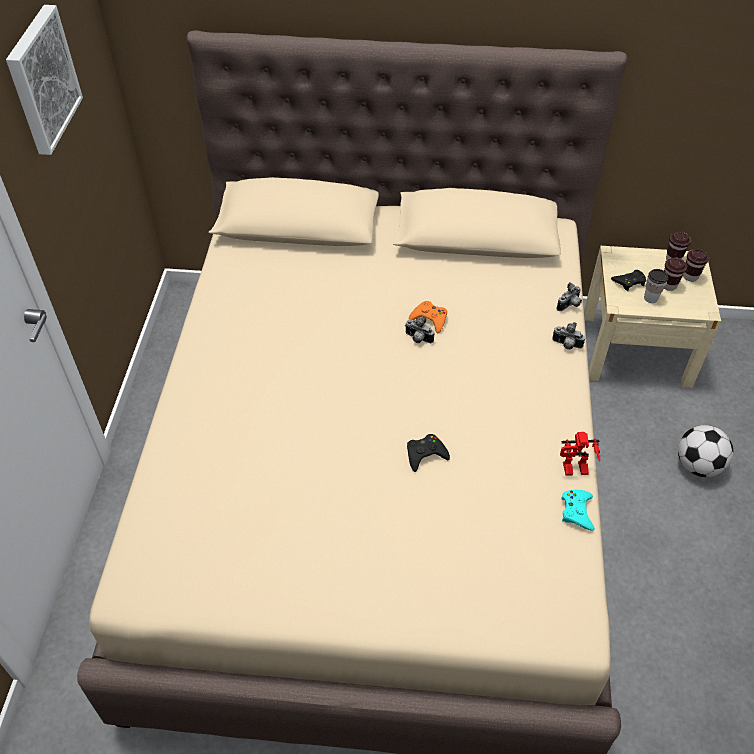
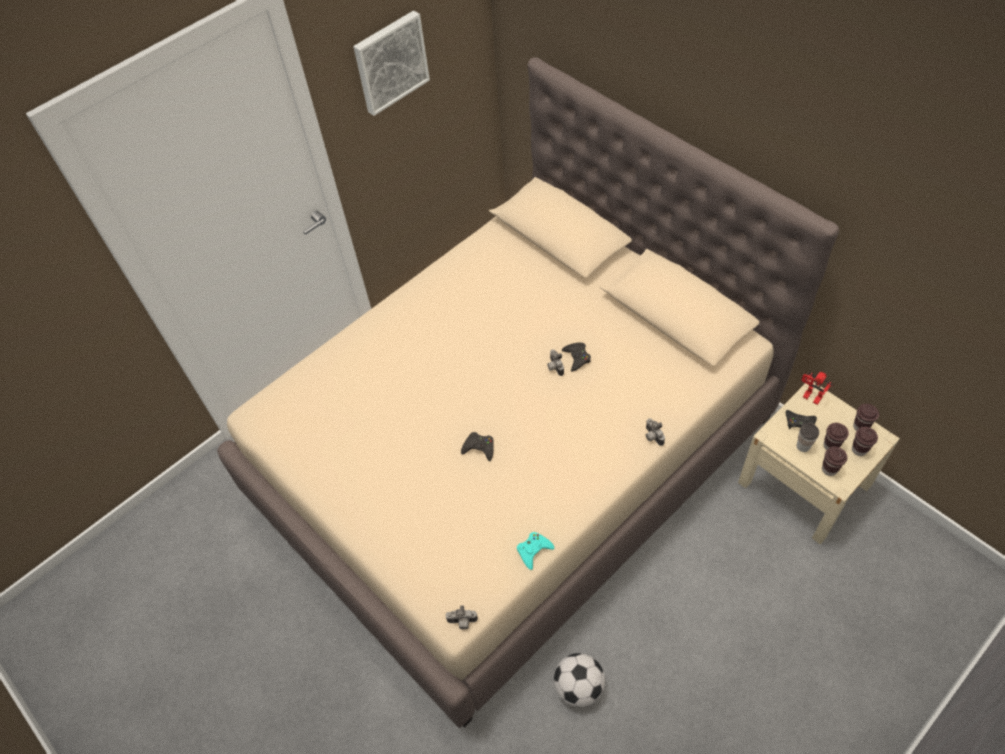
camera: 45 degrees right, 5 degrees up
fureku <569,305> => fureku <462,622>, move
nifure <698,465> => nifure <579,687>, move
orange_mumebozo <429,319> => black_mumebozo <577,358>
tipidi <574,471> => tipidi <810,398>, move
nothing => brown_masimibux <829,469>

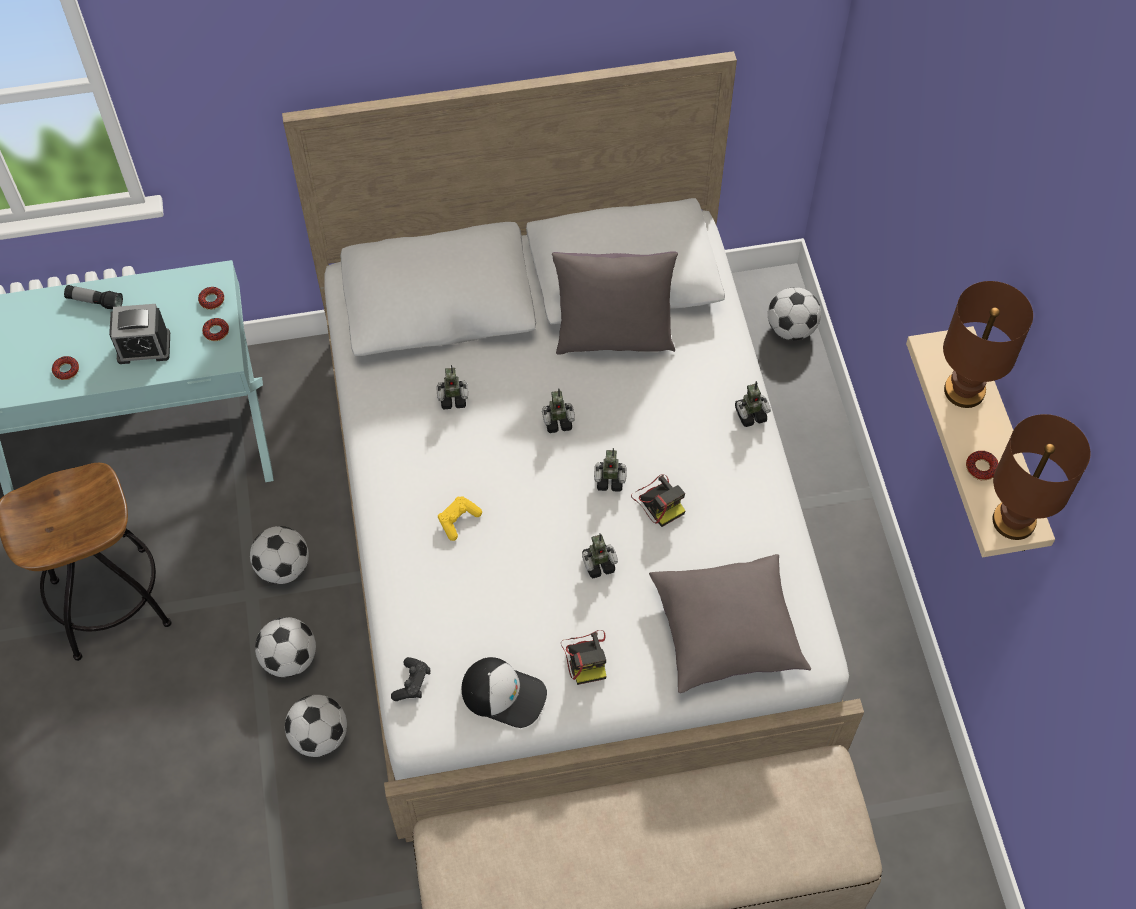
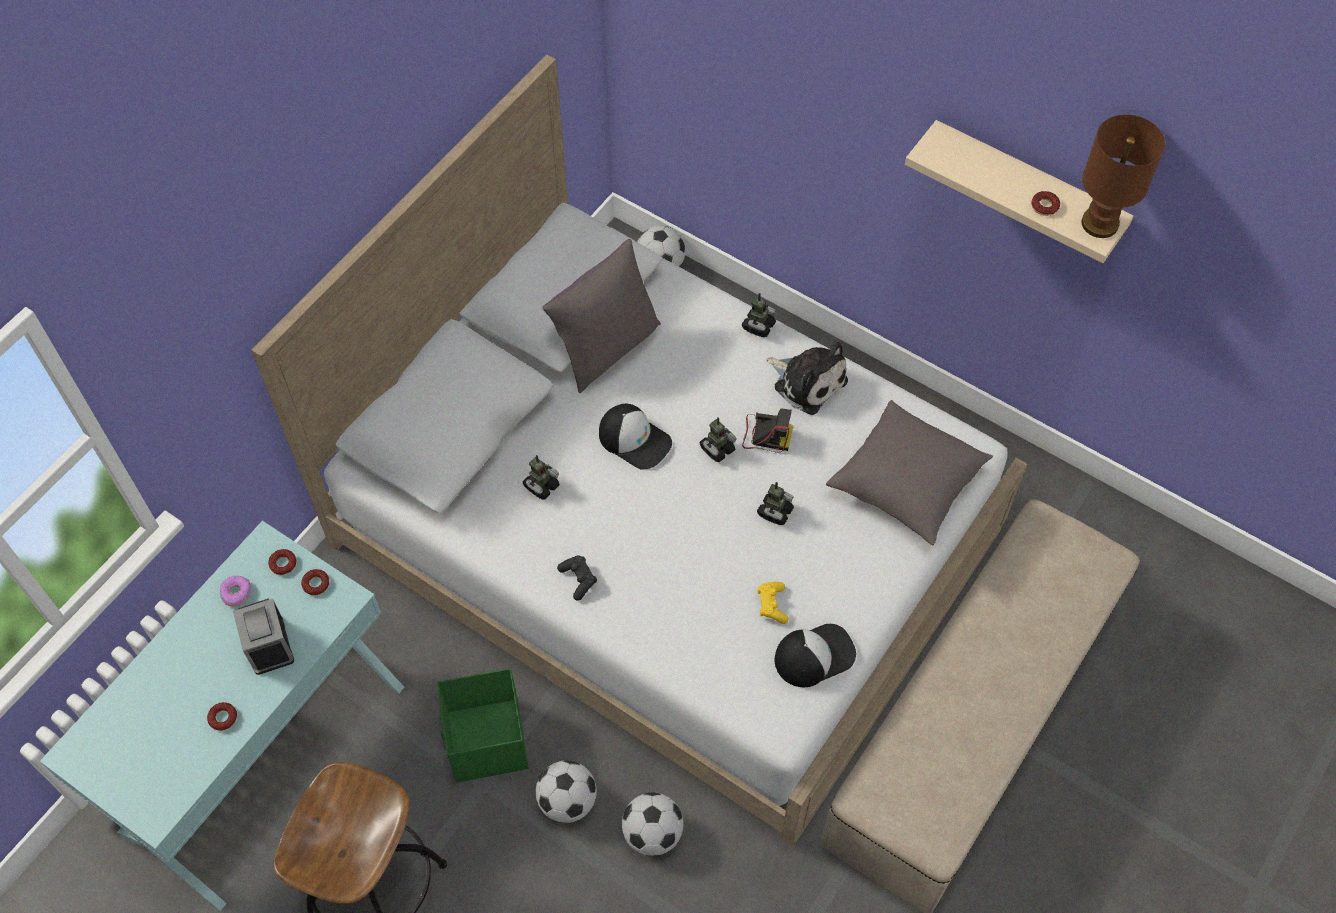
camera: 45 degrees left, 0 degrees up
nothing => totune <236,593>
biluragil <144,347> => biluragil <269,645>, 120 degrees clockwise
nifure <283,568> => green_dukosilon <487,742>
black_mumebozo <412,683> => black_mumebozo <578,579>, move
tipidi <557,421> => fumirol <635,439>
yellow_mumebozo <458,520> => yellow_mumebozo <772,605>, move
nothing => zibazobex <807,381>
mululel <95,302> => nothing
fureku <586,657> => nothing
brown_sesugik <963,391> => nothing

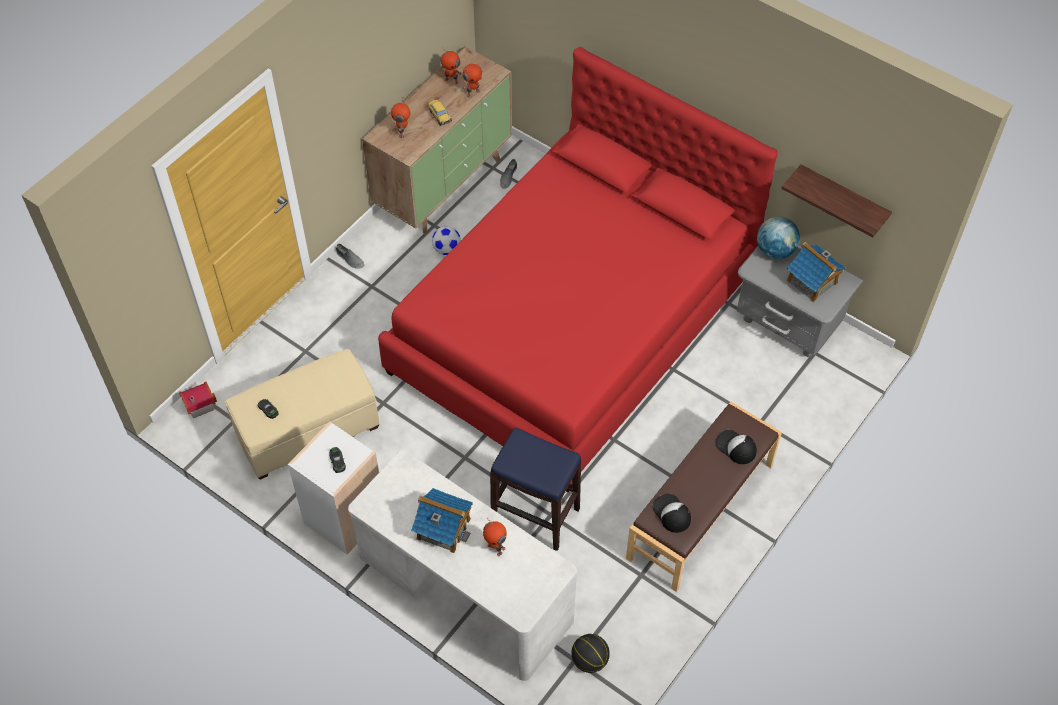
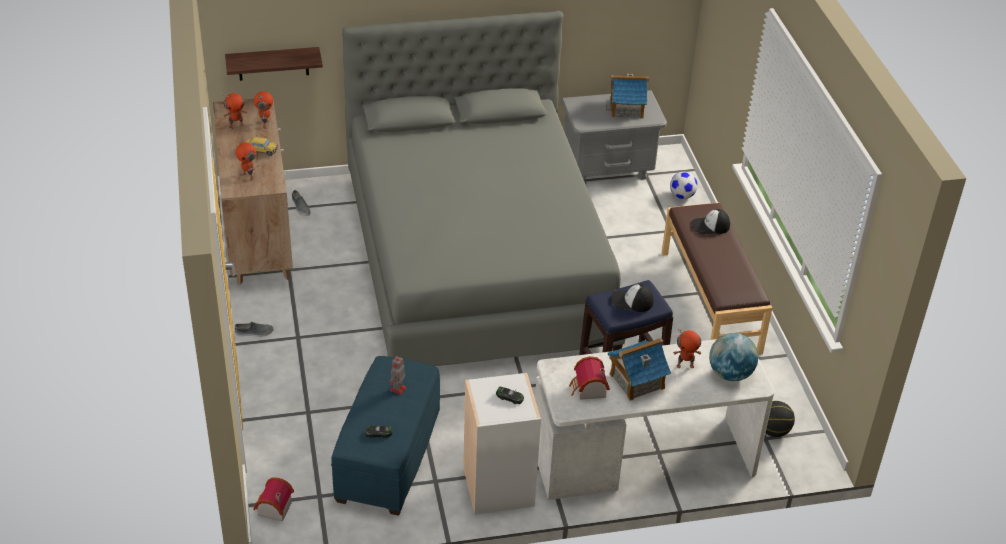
camera: 50 degrees left, 15 degrees down
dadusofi <842,199> => dadusofi <273,63>, move
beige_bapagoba <307,432> => blue_bapagoba <389,458>
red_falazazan <573,323> => grey_falazazan <477,259>
nothing => tipidi <397,389>
nothing => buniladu <588,390>
fumirol <671,513> => fumirol <631,301>, move
nifure <447,249> => nifure <682,196>, move
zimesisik <775,250> => zimesisik <730,374>, move

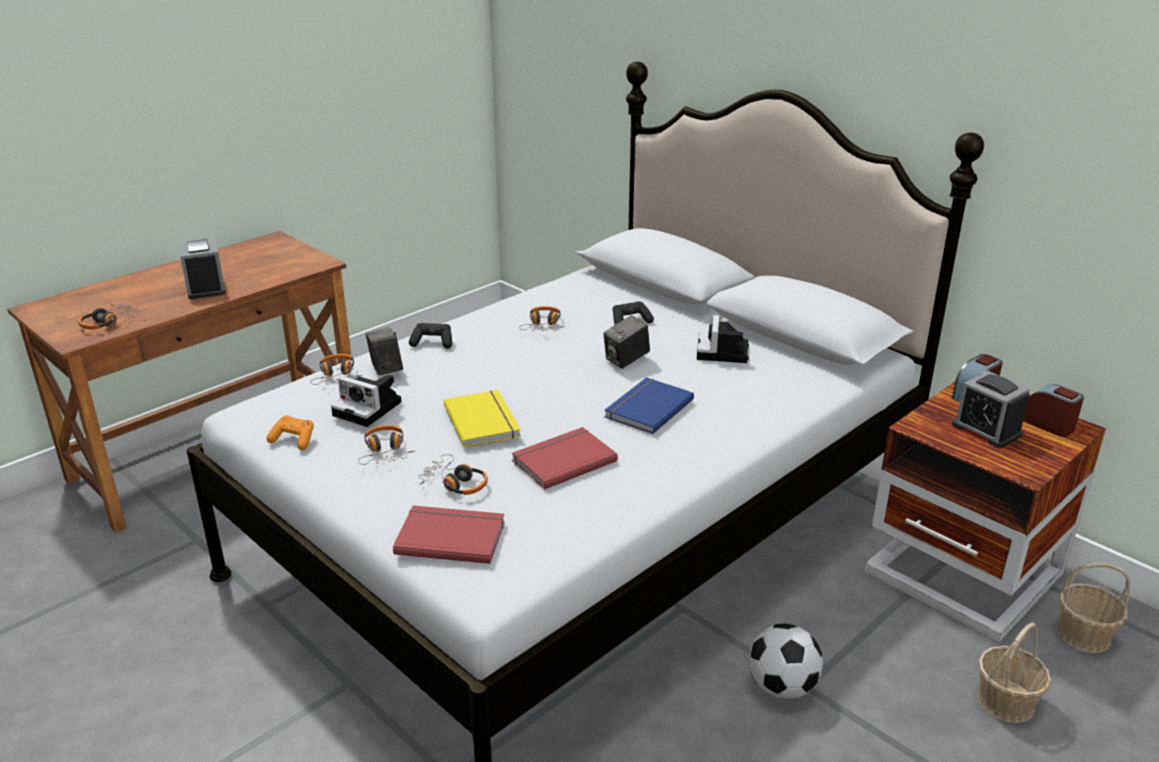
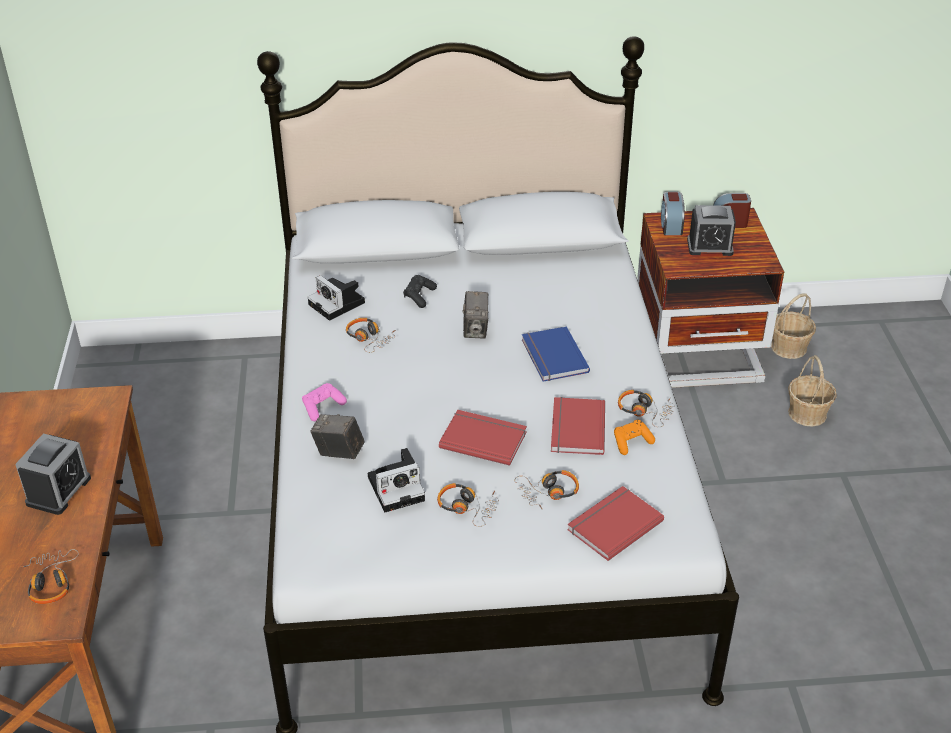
camera: 50 degrees left, 10 degrees up
biluragil <206,287> => biluragil <58,491>, 90 degrees counterclockwise
black_mumebozo <432,343> => pink_mumebozo <322,407>
fureku <723,353> => fureku <338,304>, move
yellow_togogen <484,420> => red_togogen <483,438>
orange_mumebozo <294,440> => orange_mumebozo <631,442>, move
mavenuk <337,376> => mavenuk <645,411>, move
nifure <782,687> => nothing

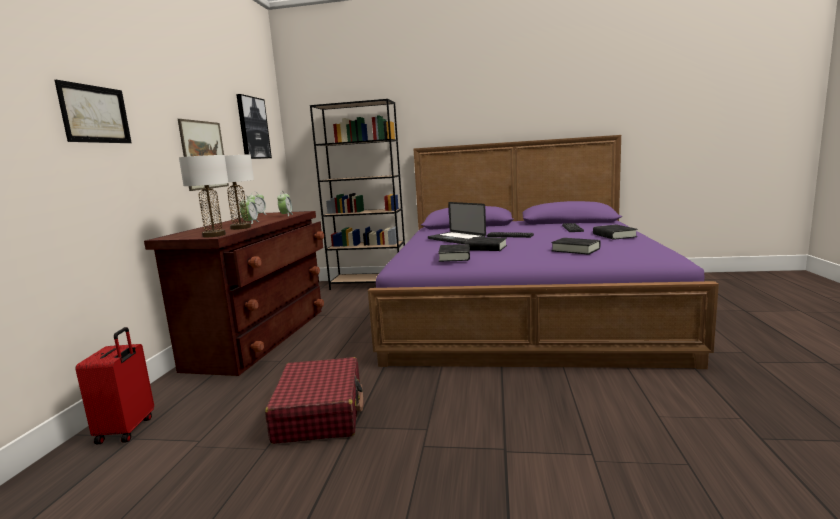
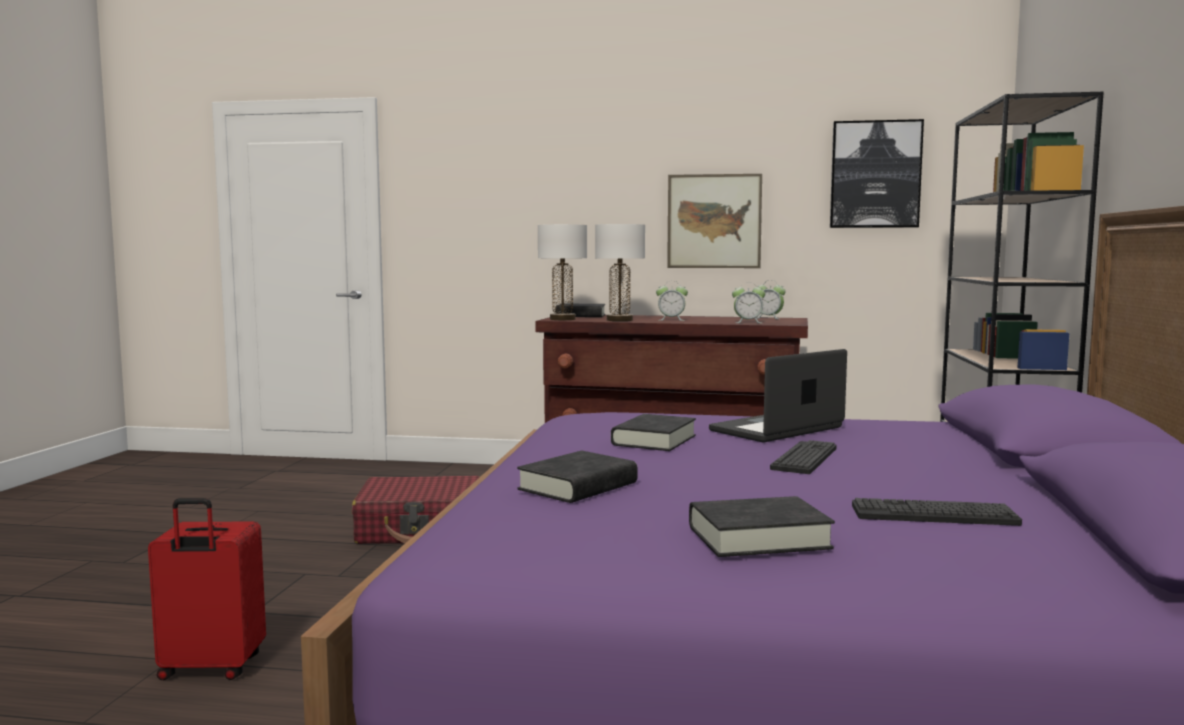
camera: 90 degrees right, 5 degrees down
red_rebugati <127,430> => red_rebugati <211,668>, move
black_togogen <454,257> => black_togogen <580,315>, move
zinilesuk <95,114> => nothing

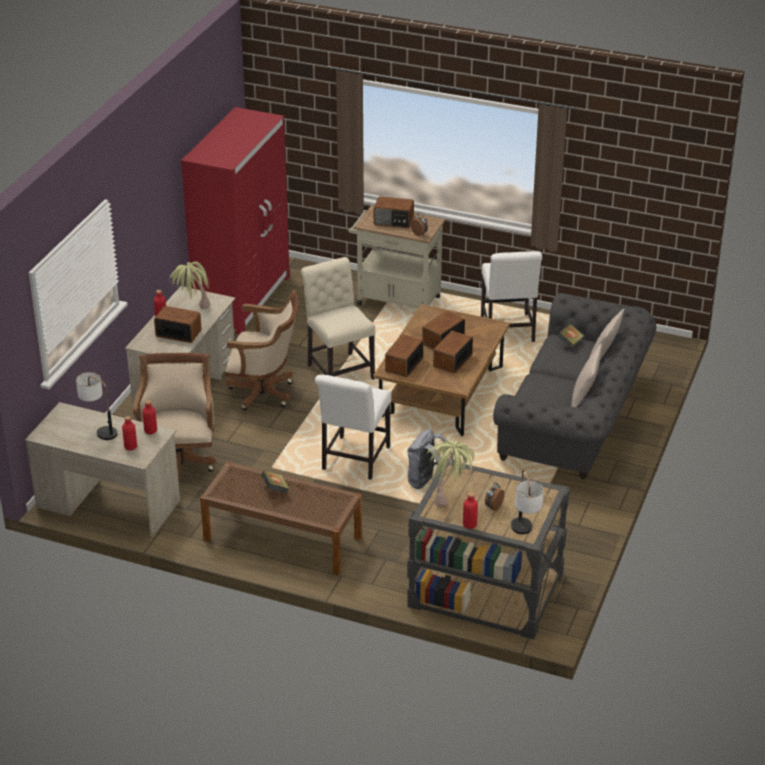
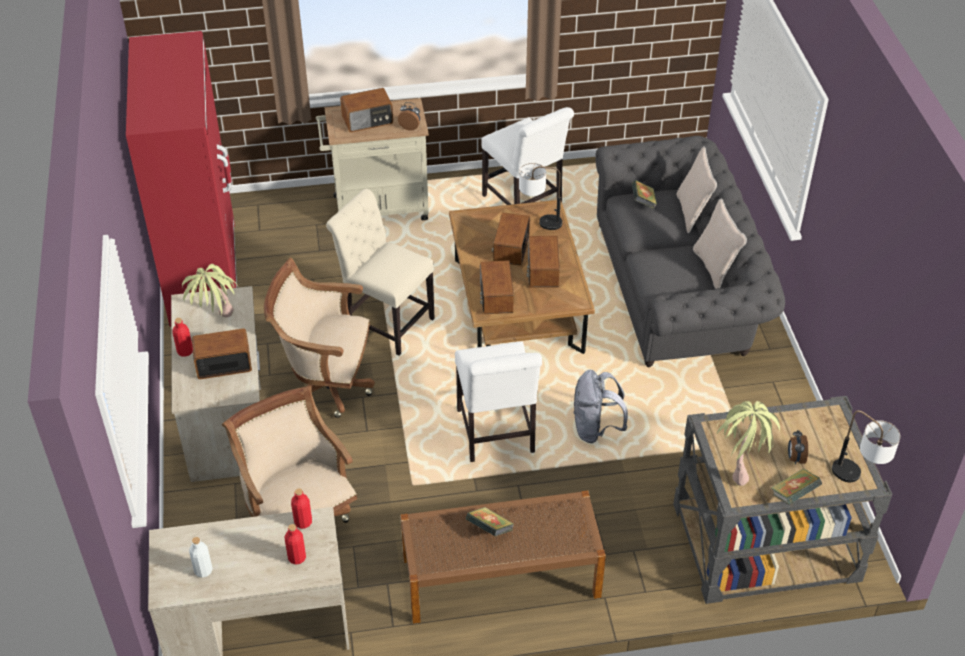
camera: 30 degrees left, 10 degrees up
nothing => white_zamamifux <203,570>
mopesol <264,393> => mopesol <326,387>, 150 degrees counterclockwise
sesugik <99,430> => sesugik <539,222>, move
red_zamamifux <469,525> => togogen <794,495>

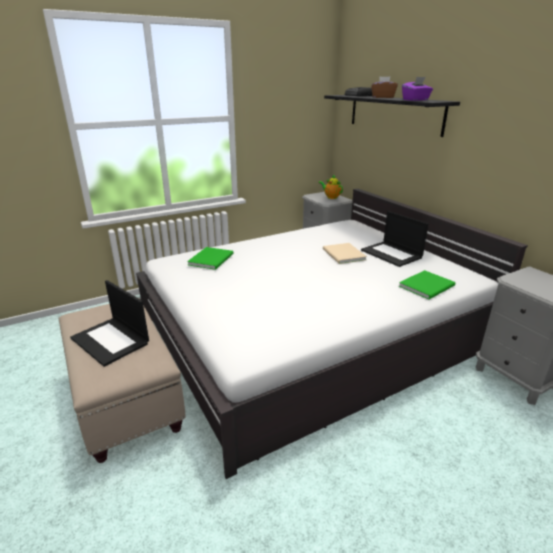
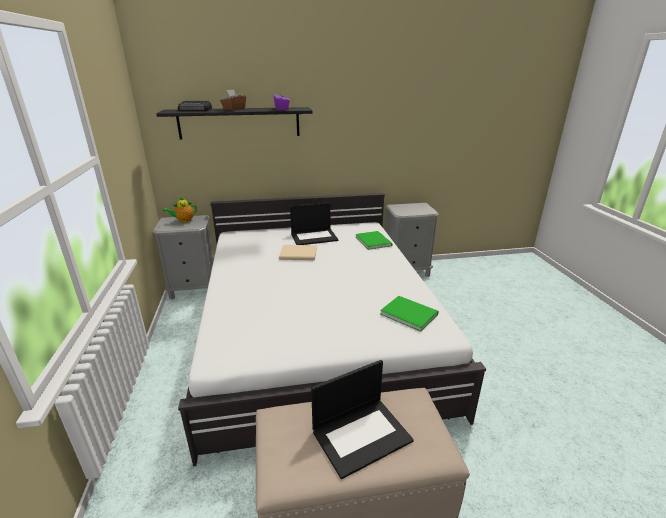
camera: 70 degrees left, 0 degrees up
green_togogen <212,259> => green_togogen <408,313>, move

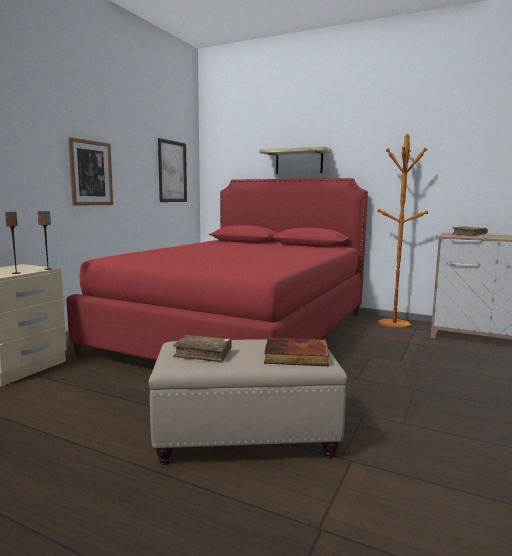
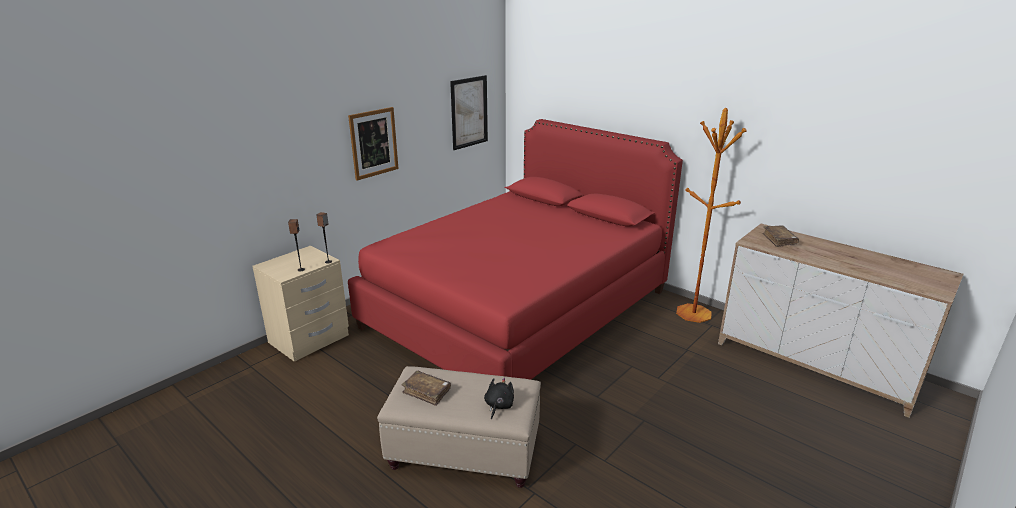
camera: 15 degrees right, 15 degrees up
togogen <295,356> => black_zibazobex <498,406>
dadusofi <299,161> => nothing

